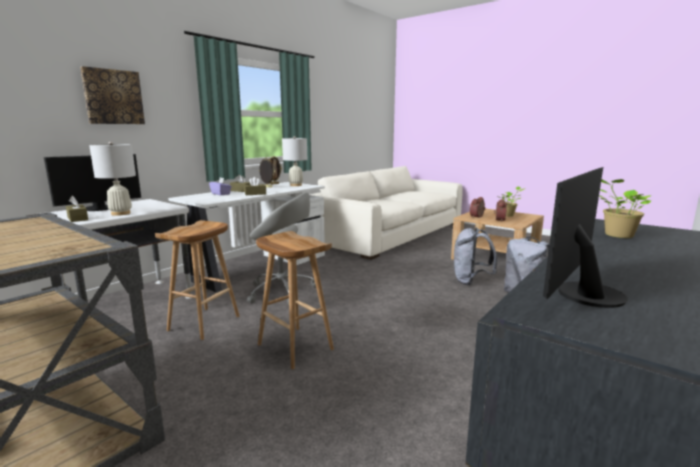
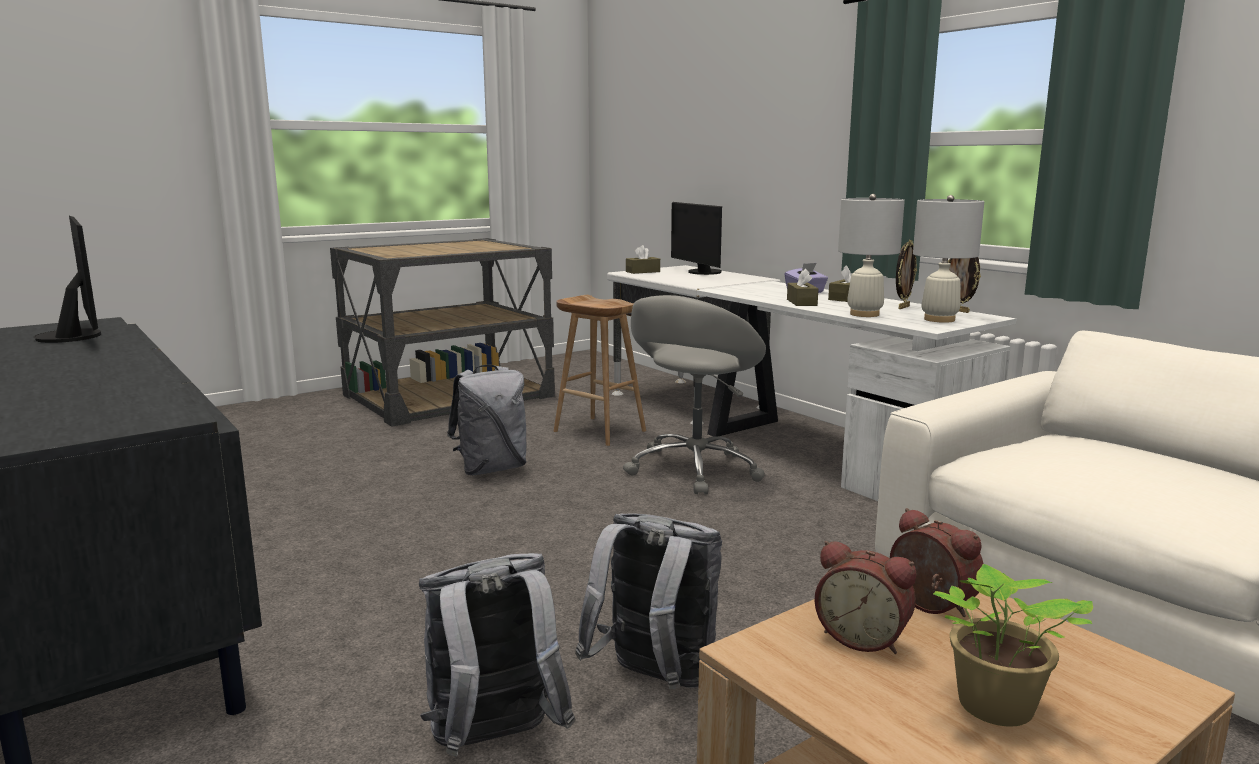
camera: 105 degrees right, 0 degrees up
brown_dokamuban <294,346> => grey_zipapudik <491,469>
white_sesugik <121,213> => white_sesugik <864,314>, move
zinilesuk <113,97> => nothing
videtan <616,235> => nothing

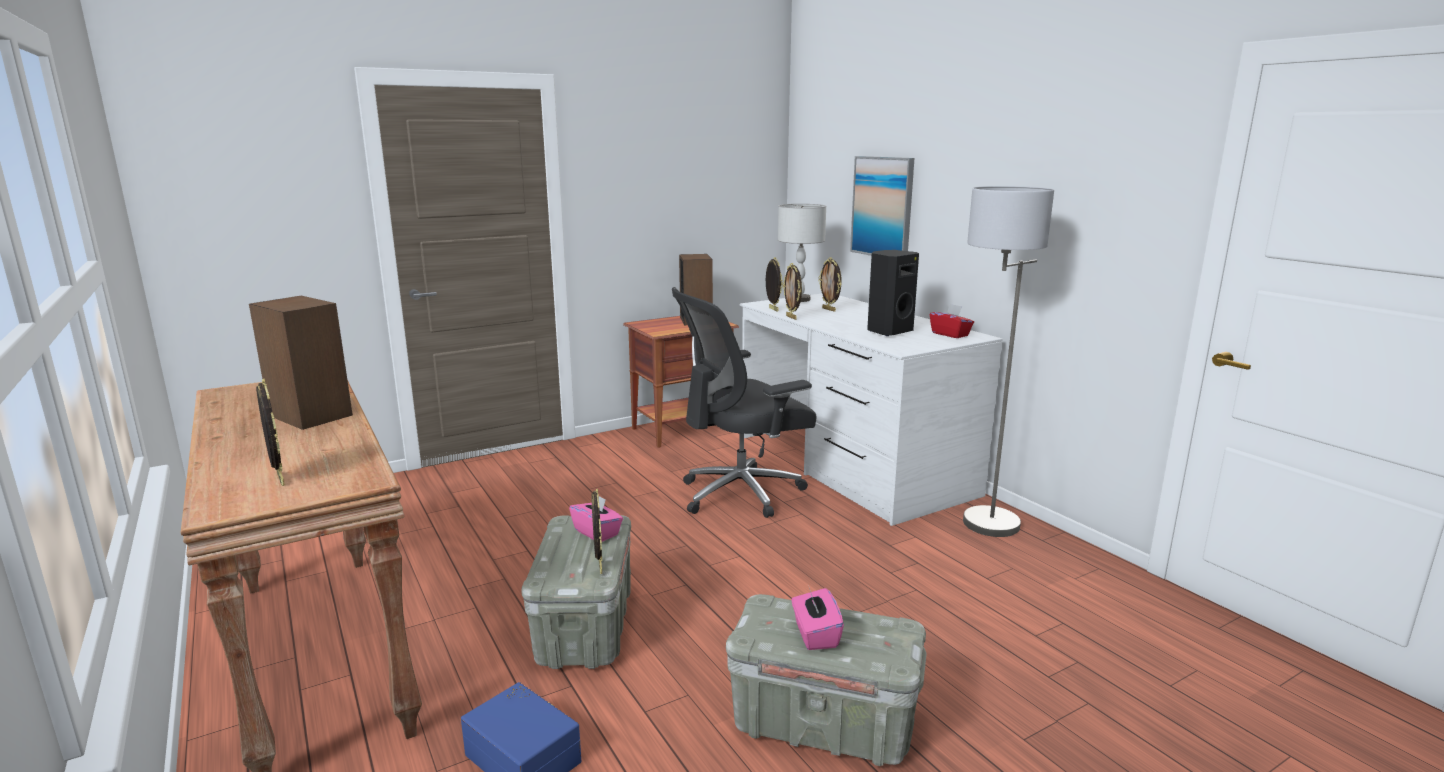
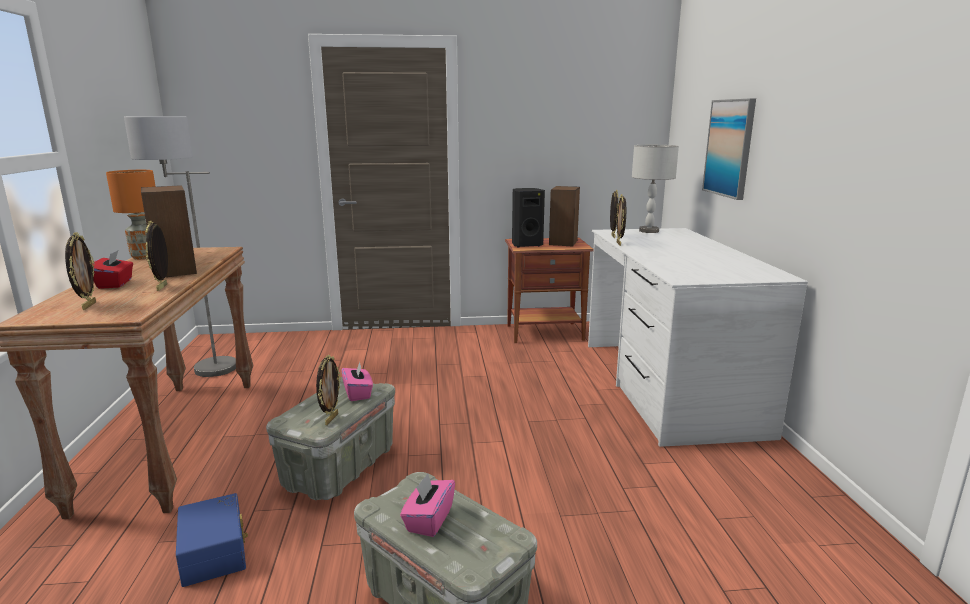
camera: 25 degrees right, 0 degrees up
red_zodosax <950,334> => red_zodosax <115,284>, move
nothing => orange_sesugik <144,257>
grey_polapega <981,529> => grey_polapega <203,369>, move
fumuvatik <829,309> => fumuvatik <163,287>, move
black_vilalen <888,331> => black_vilalen <526,245>, move
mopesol <742,493> => nothing

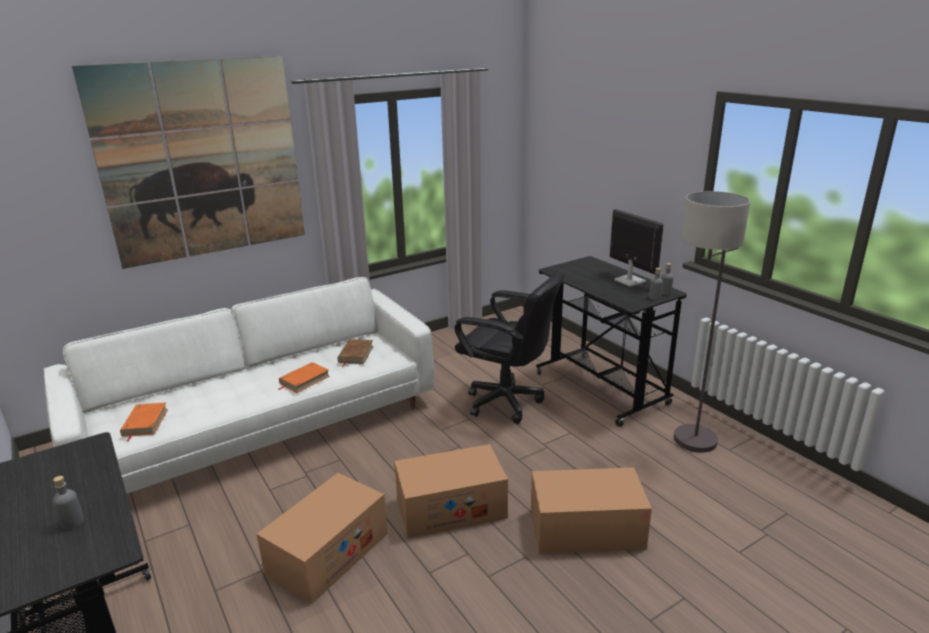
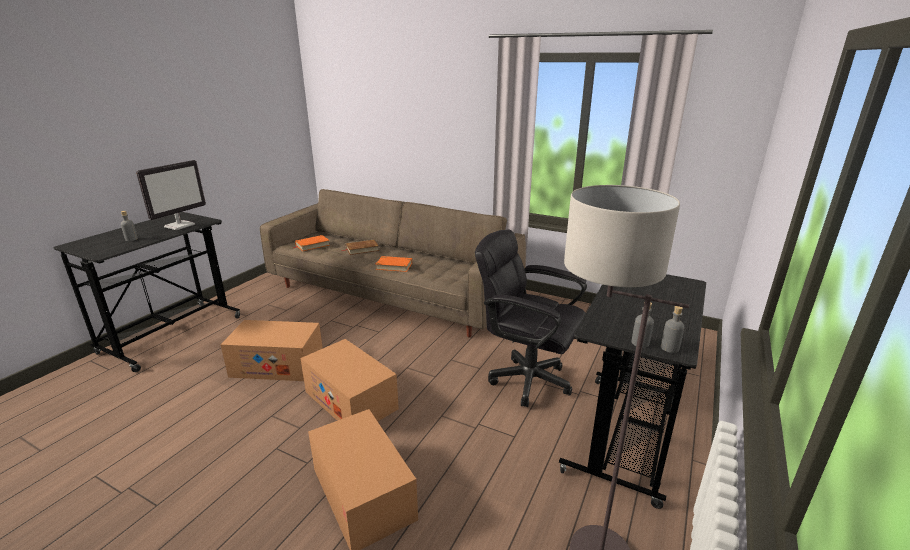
camera: 60 degrees right, 0 degrees up
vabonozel <629,281> => vabonozel <180,225>, move
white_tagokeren <261,427> => brown_tagokeren <392,292>
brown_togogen <355,354> => brown_togogen <362,249>, move
black_mopesol <509,403> => black_mopesol <525,381>, 120 degrees clockwise
zinilesuk <202,160> => nothing

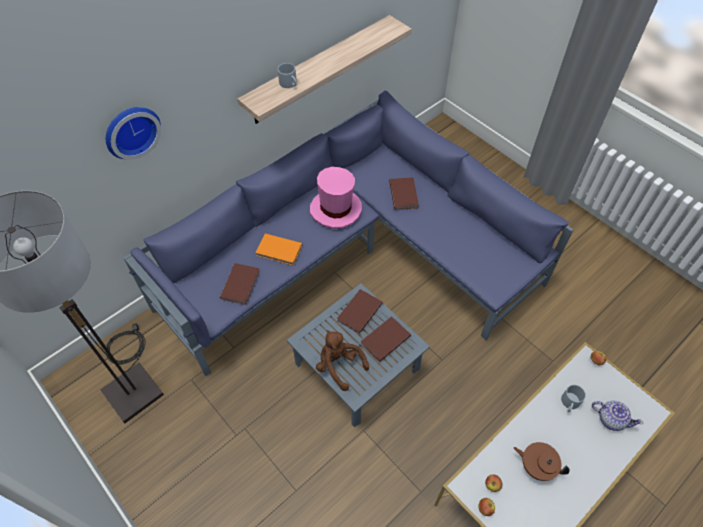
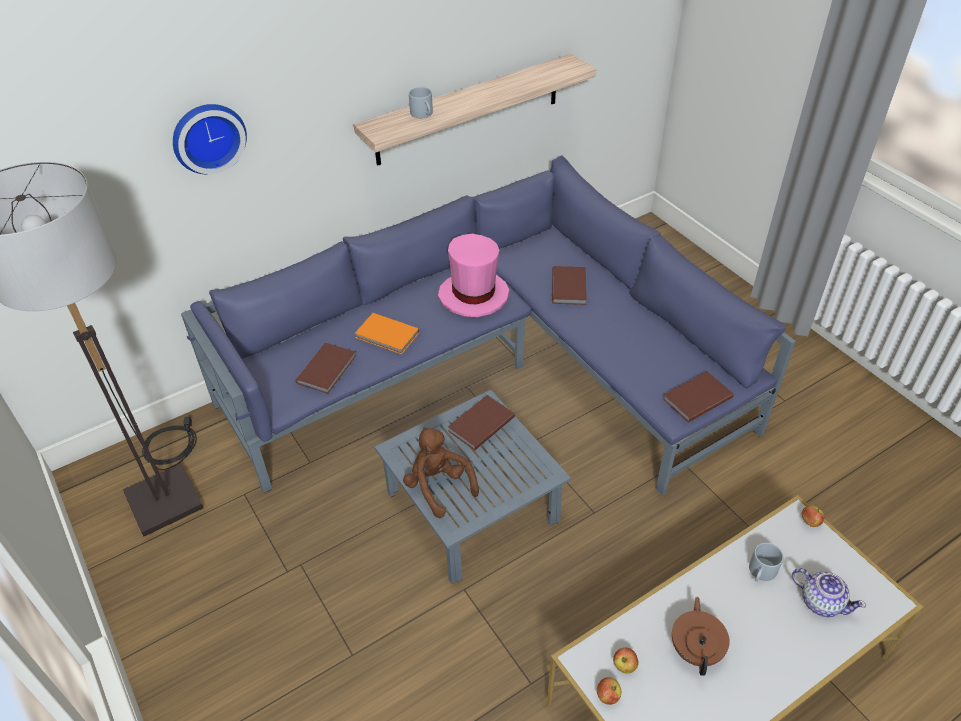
camera: 10 degrees right, 10 degrees down
brown_togogen <384,339> => brown_togogen <695,398>, move
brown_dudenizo <536,466> => brown_dudenizo <696,649>, 60 degrees clockwise

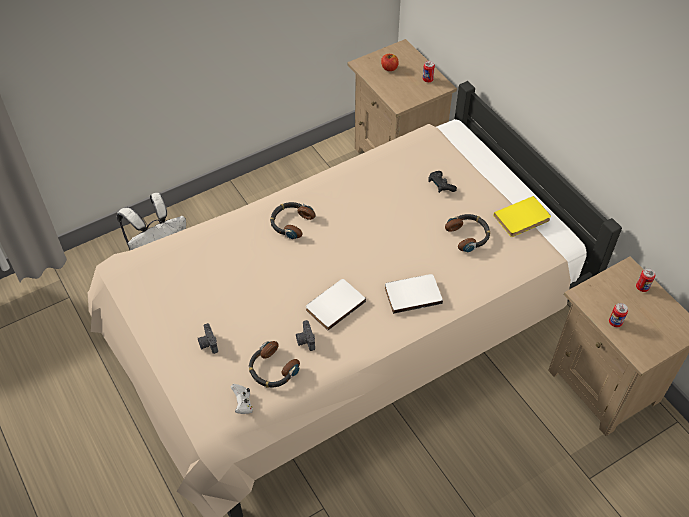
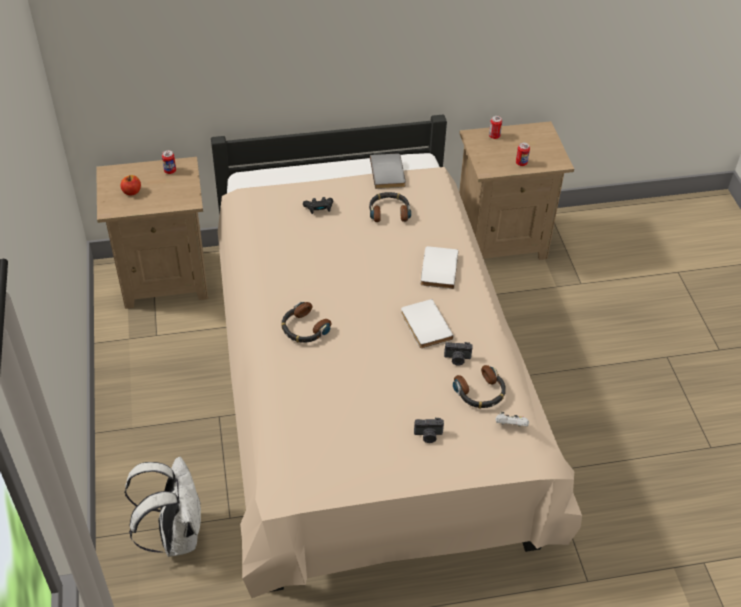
camera: 70 degrees left, 5 degrees down
yellow_togogen <523,219> => grey_togogen <389,173>

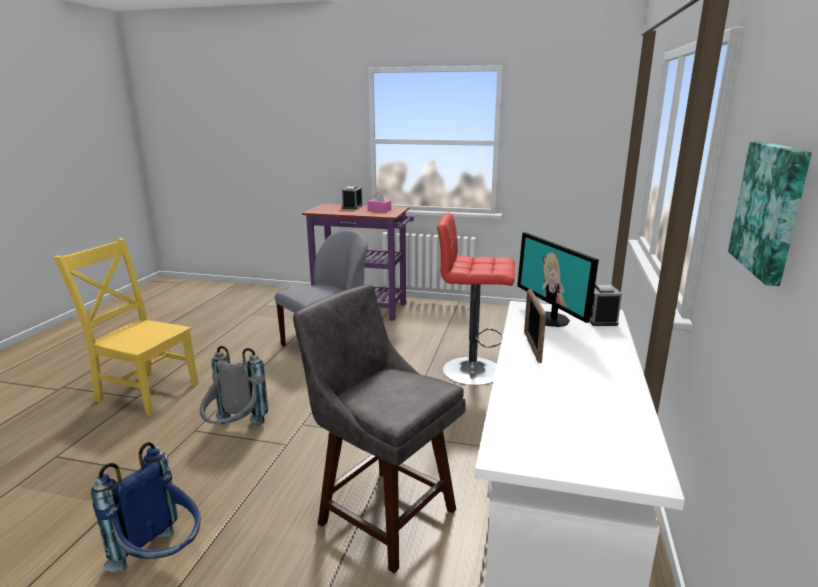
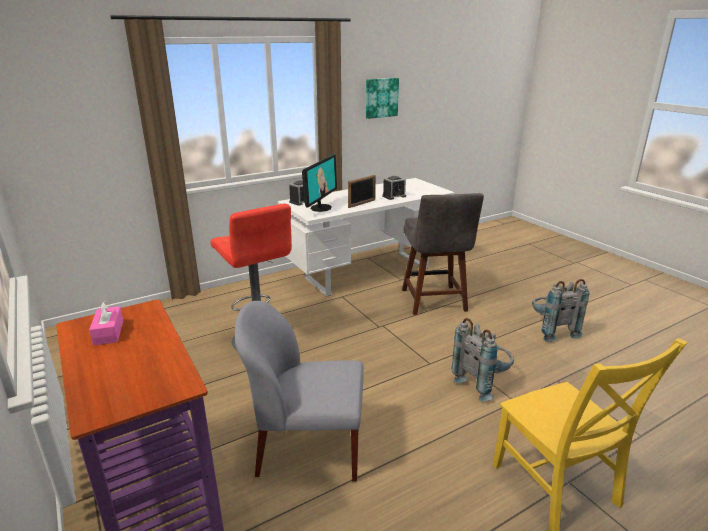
camera: 135 degrees left, 5 degrees up
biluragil <352,207> => biluragil <394,196>, move
blue_zipapudik <162,560> => grey_zipapudik <551,330>

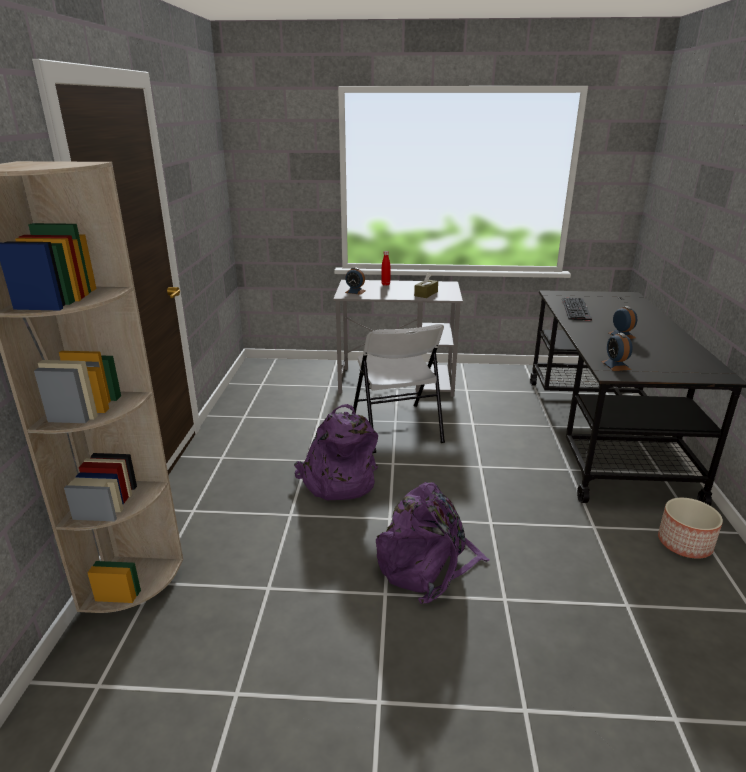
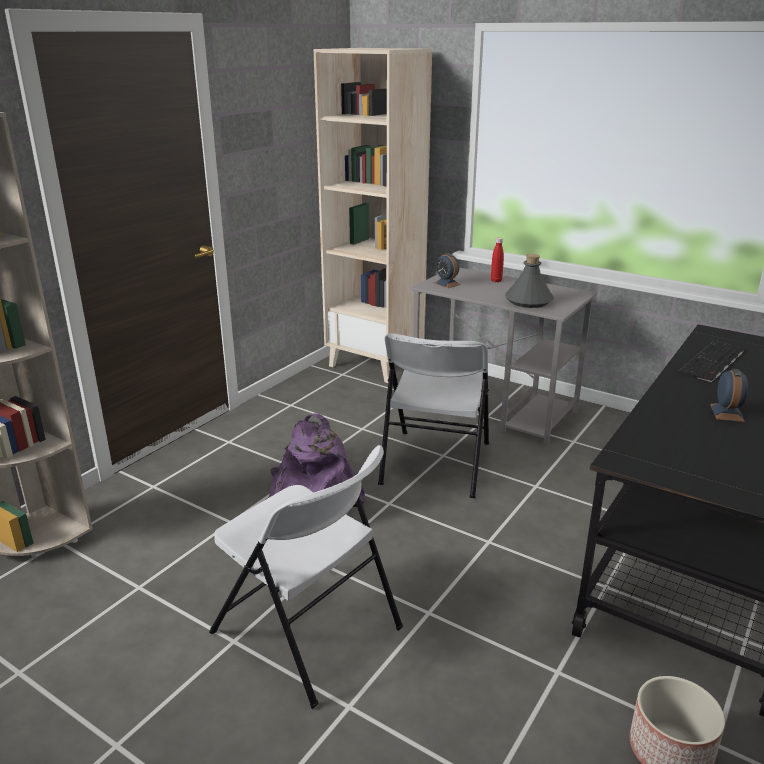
camera: 30 degrees right, 0 degrees up
purple_zipapudik <427,565> => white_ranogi <306,630>
nothing => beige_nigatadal <375,364>
brown_zodosax <426,294> => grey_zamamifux <528,301>
biluragil <615,365> => nothing

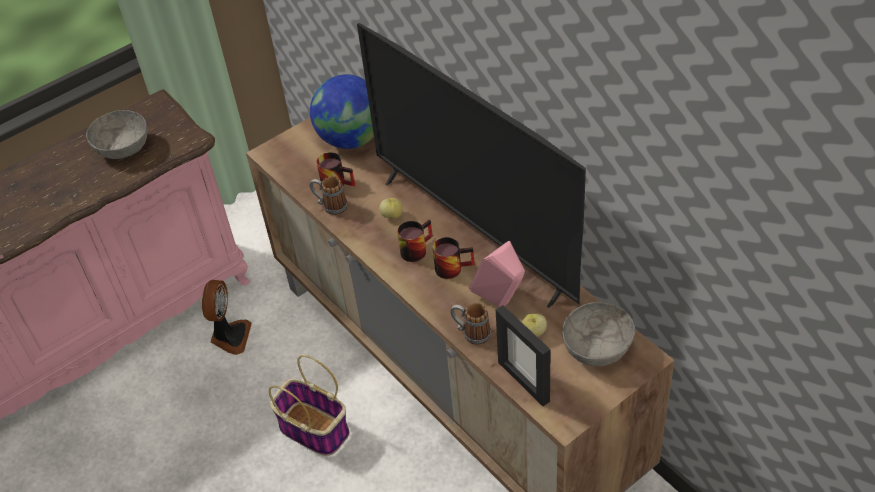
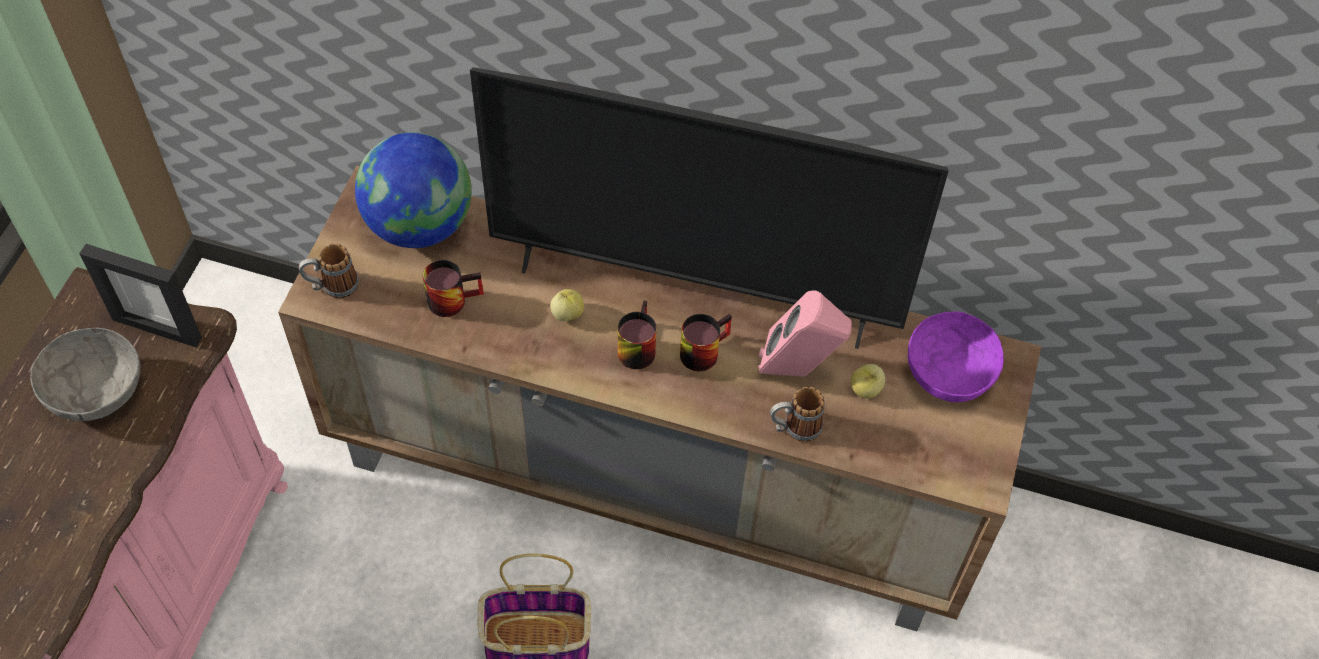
camera: 40 degrees left, 10 degrees up
fumuvatik <524,381> => fumuvatik <158,327>, move
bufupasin <330,206> => bufupasin <332,286>, move
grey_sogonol <597,347> => purple_sogonol <949,372>
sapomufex <230,336> => nothing

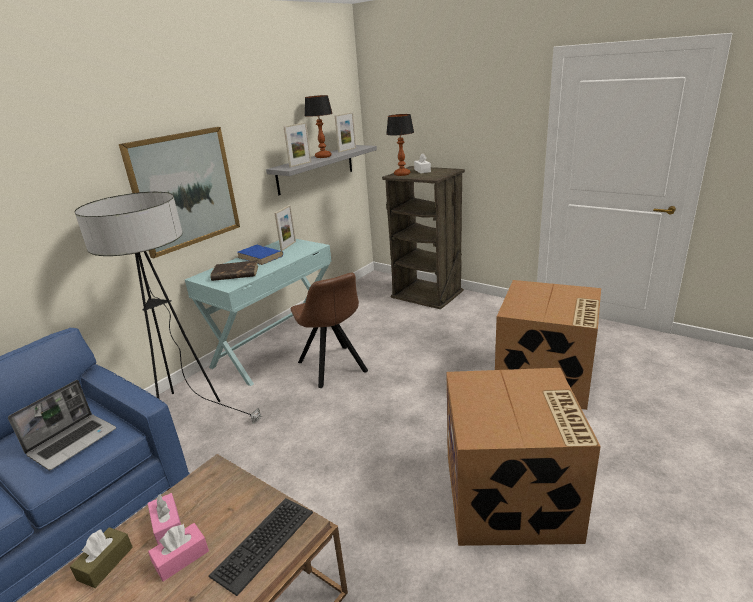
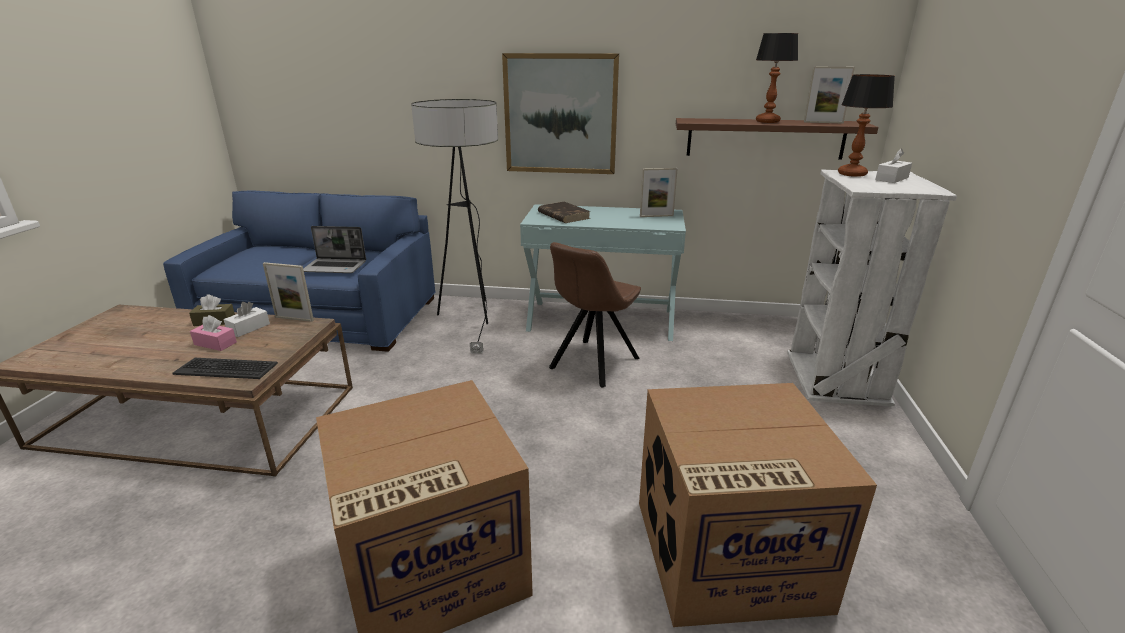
camera: 60 degrees right, 0 degrees up
pink_zodosax <167,526> => white_zodosax <248,328>
fumuvatik <300,164> => fumuvatik <294,319>, move
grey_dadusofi <316,169> => brown_dadusofi <765,138>
brown_nigatadal <427,294> => white_nigatadal <836,378>
blue_togogen <260,257> => nothing

